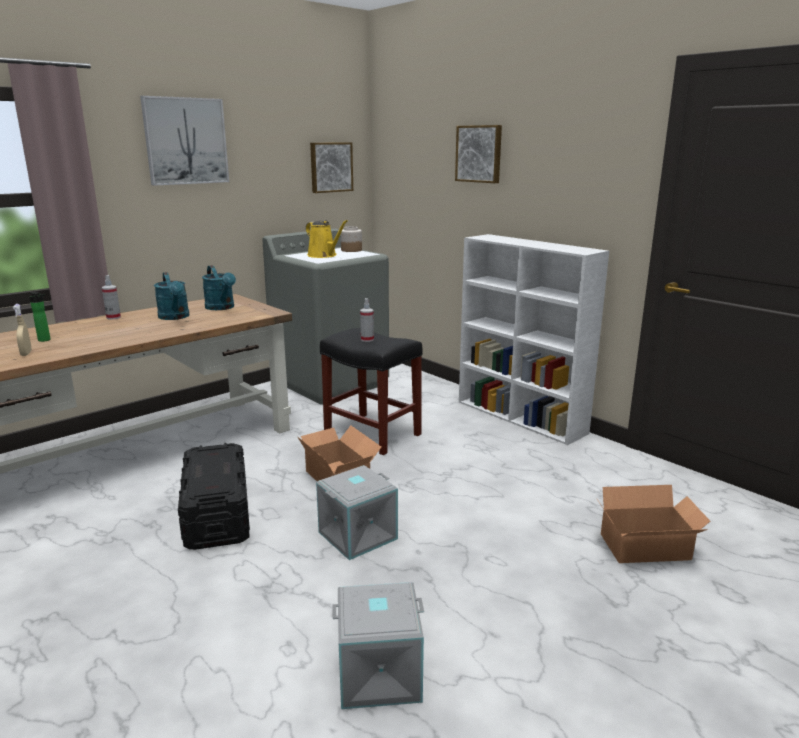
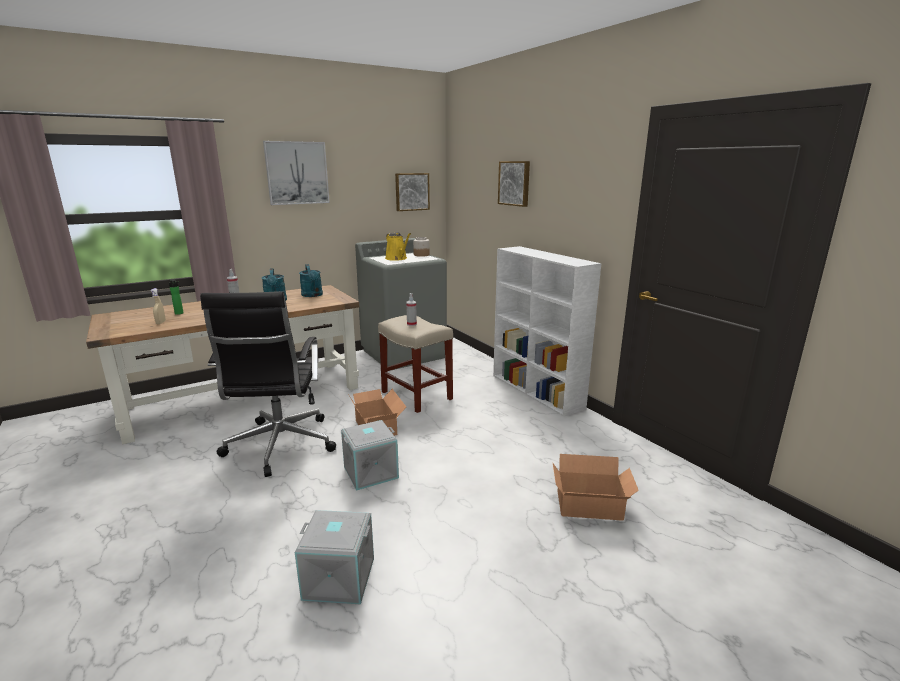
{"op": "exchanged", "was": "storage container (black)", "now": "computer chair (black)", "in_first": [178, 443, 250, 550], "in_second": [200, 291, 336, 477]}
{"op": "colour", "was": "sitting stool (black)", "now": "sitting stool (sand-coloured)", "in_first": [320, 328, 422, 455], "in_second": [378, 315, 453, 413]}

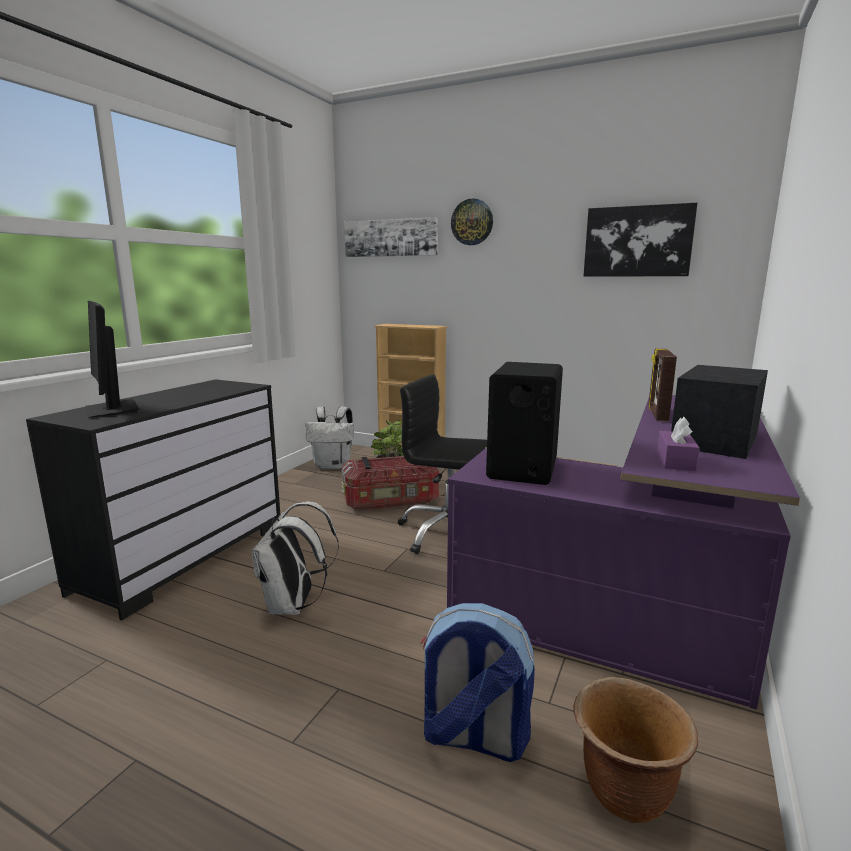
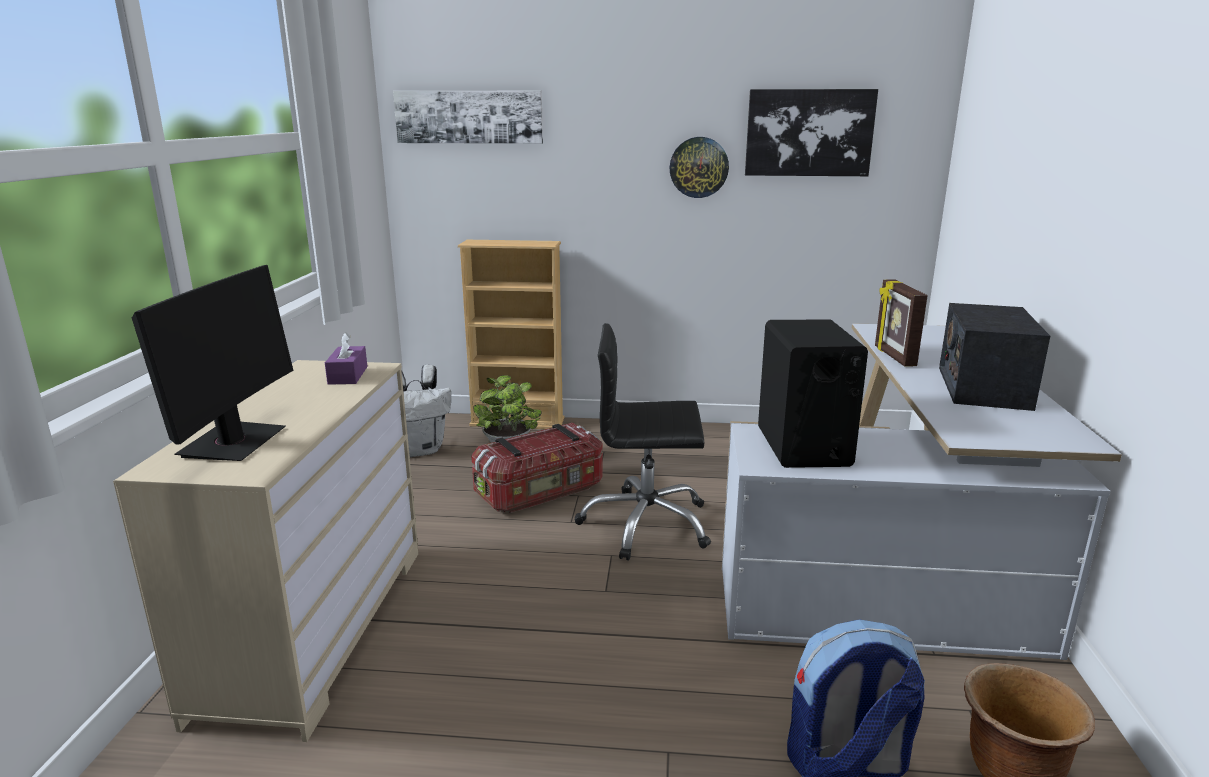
{"op": "colour", "was": "chest of drawers (black)", "now": "chest of drawers (sand-coloured)", "in_first": [26, 379, 280, 620], "in_second": [113, 360, 418, 742]}
{"op": "spun", "was": "monitor", "in_first": [85, 301, 140, 418], "in_second": [132, 265, 294, 461], "clockwise": -120}
{"op": "missing", "was": "backpack (white-coloured)", "in_first": [252, 501, 339, 615]}
{"op": "colour", "was": "desk (purple)", "now": "desk (white-coloured)", "in_first": [447, 395, 800, 710], "in_second": [722, 323, 1122, 660]}
{"op": "relocated", "was": "wall clock", "in_first": [451, 198, 493, 245], "in_second": [670, 137, 729, 198]}
{"op": "relocated", "was": "tissue holder (purple)", "in_first": [657, 417, 700, 471], "in_second": [325, 332, 368, 385]}

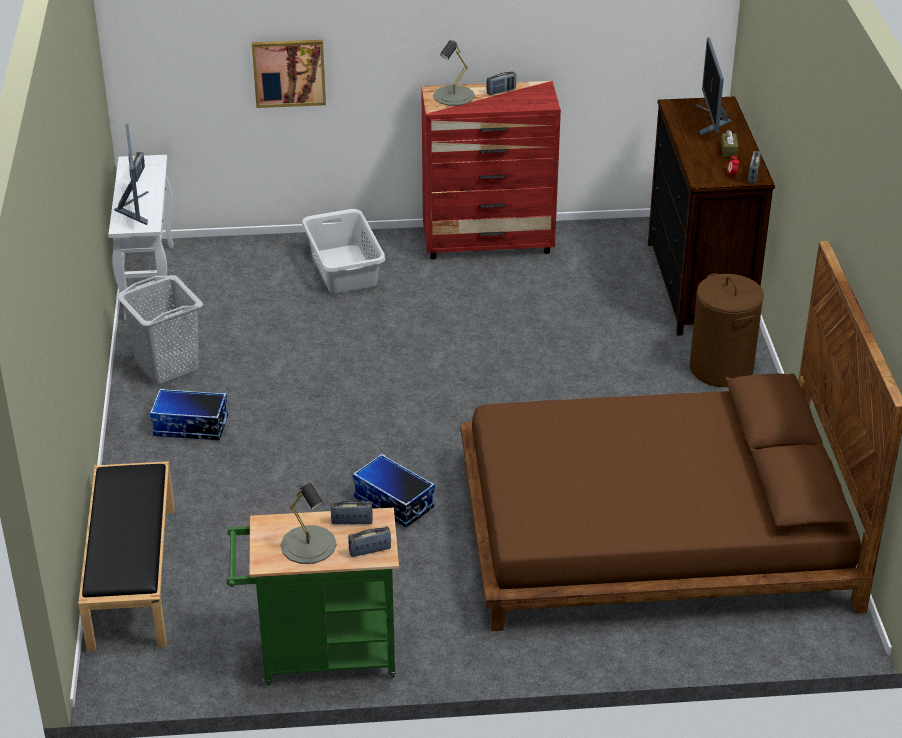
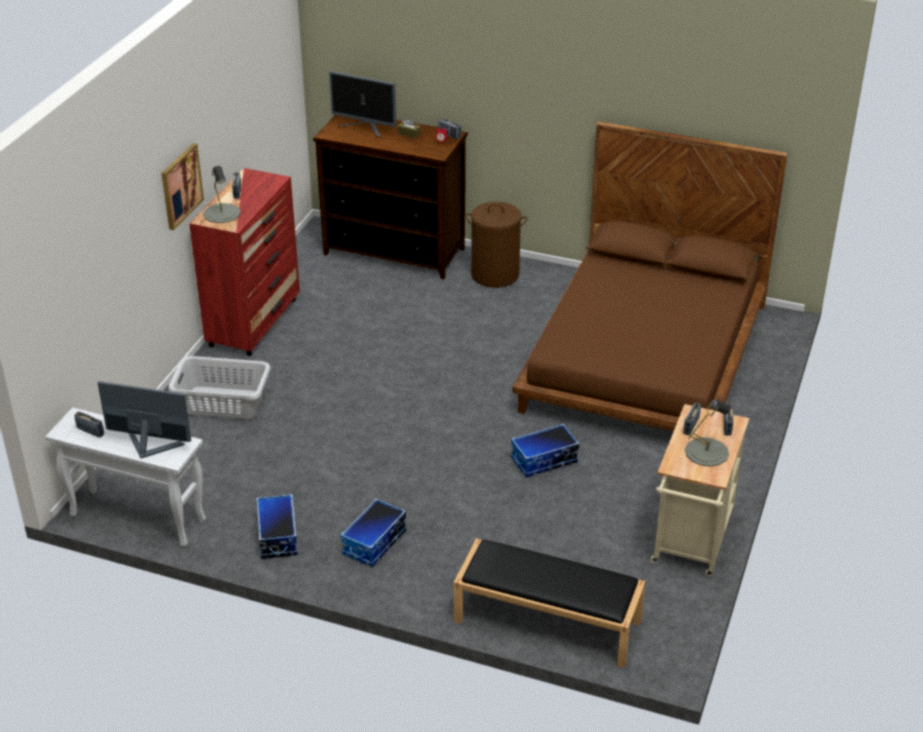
{"op": "exchanged", "was": "hamper (gray)", "now": "storage container", "in_first": [116, 275, 203, 384], "in_second": [256, 494, 298, 559]}
{"op": "colour", "was": "trolley (greenish)", "now": "trolley (sand-coloured)", "in_first": [227, 508, 399, 685], "in_second": [650, 404, 749, 576]}
{"op": "relocated", "was": "wall art", "in_first": [252, 40, 326, 108], "in_second": [162, 143, 204, 230]}

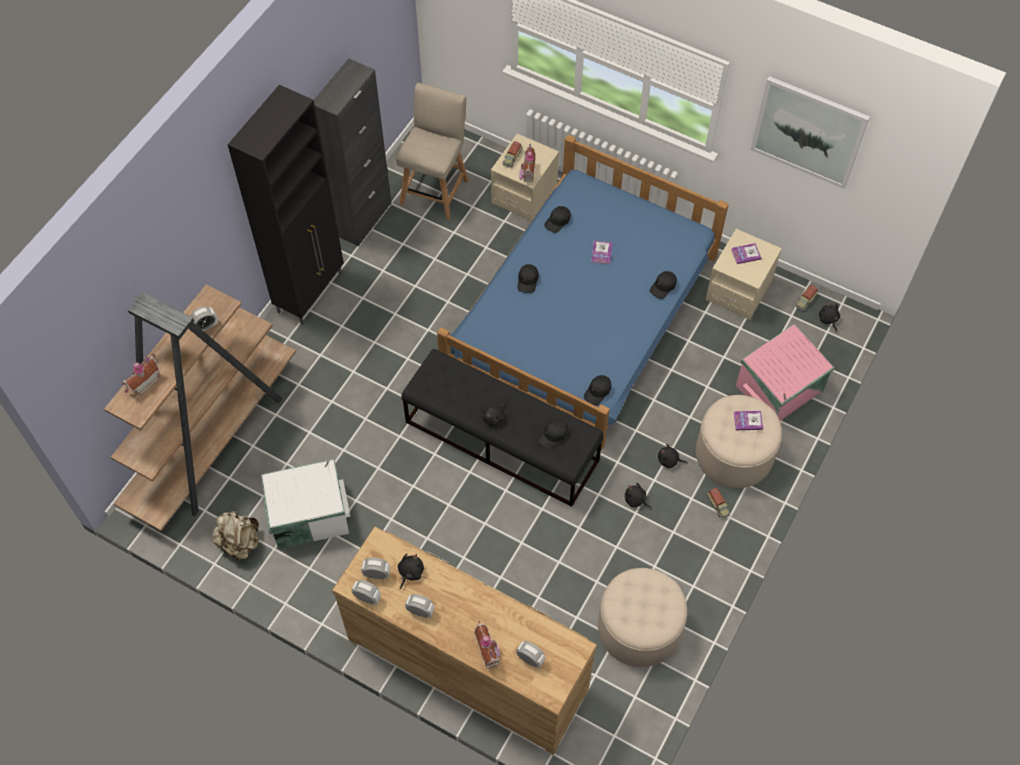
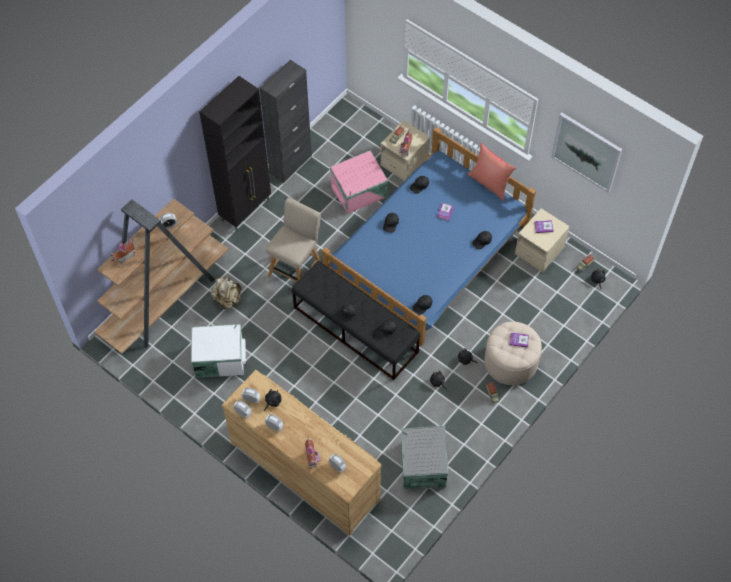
{"op": "relocated", "was": "backpack (sand-coloured)", "in_first": [212, 511, 259, 561], "in_second": [211, 276, 241, 310]}
{"op": "relocated", "was": "chair (sand-coloured)", "in_first": [396, 83, 469, 219], "in_second": [266, 198, 321, 282]}
{"op": "exchanged", "was": "ottoman (sand-coloured)", "now": "storage container (gray)", "in_first": [598, 568, 687, 667], "in_second": [401, 426, 448, 489]}
{"op": "relocated", "was": "storage container (pink-coloured)", "in_first": [736, 324, 834, 421], "in_second": [330, 150, 388, 214]}
{"op": "appeared", "now": "pillow (red-coloured)", "in_second": [468, 143, 516, 201]}

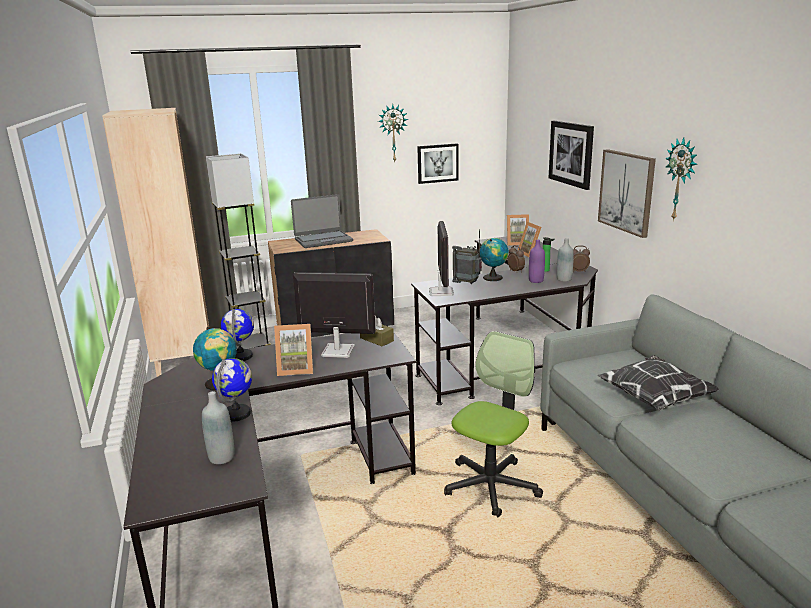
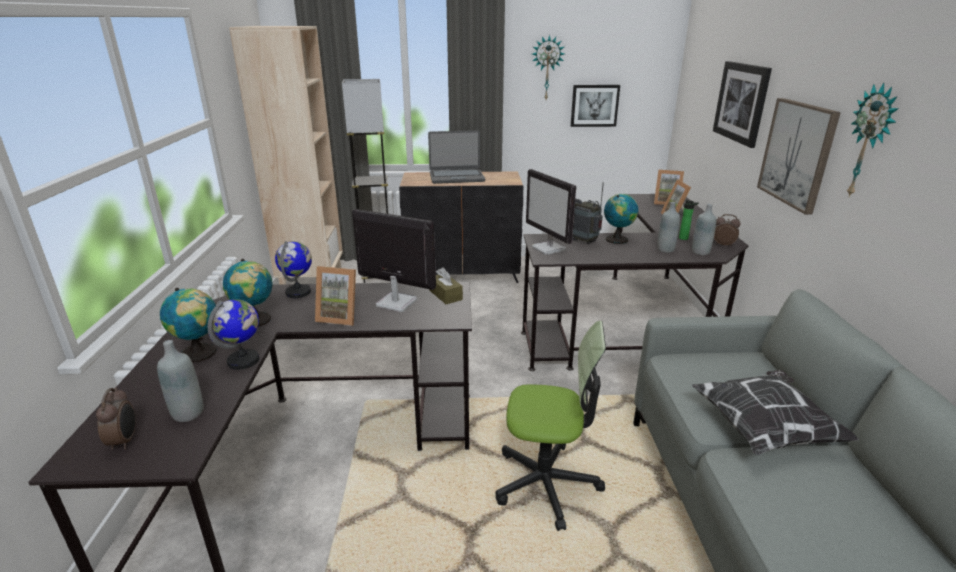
{"op": "spun", "was": "monitor", "in_first": [429, 221, 454, 296], "in_second": [526, 169, 576, 255], "clockwise": 135}
{"op": "spun", "was": "computer chair", "in_first": [444, 331, 543, 517], "in_second": [496, 321, 606, 531], "clockwise": 45}
{"op": "relocated", "was": "table clock", "in_first": [508, 245, 525, 273], "in_second": [96, 387, 136, 450]}
{"op": "colour", "was": "beverage bottle (purple)", "now": "beverage bottle (gray)", "in_first": [529, 240, 545, 283], "in_second": [657, 202, 680, 253]}
{"op": "appeared", "now": "globe", "in_second": [160, 288, 217, 363]}

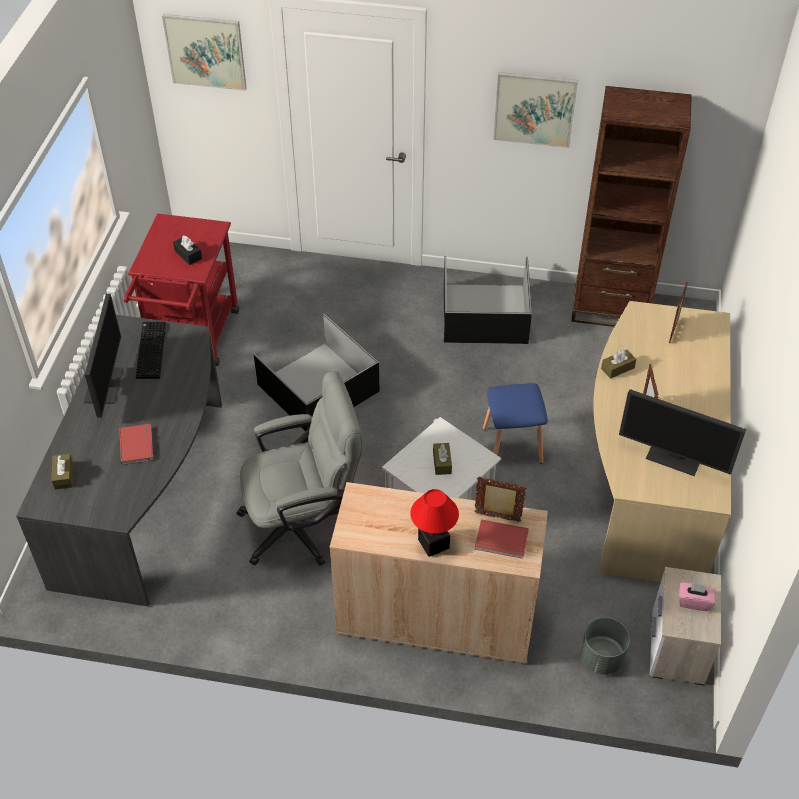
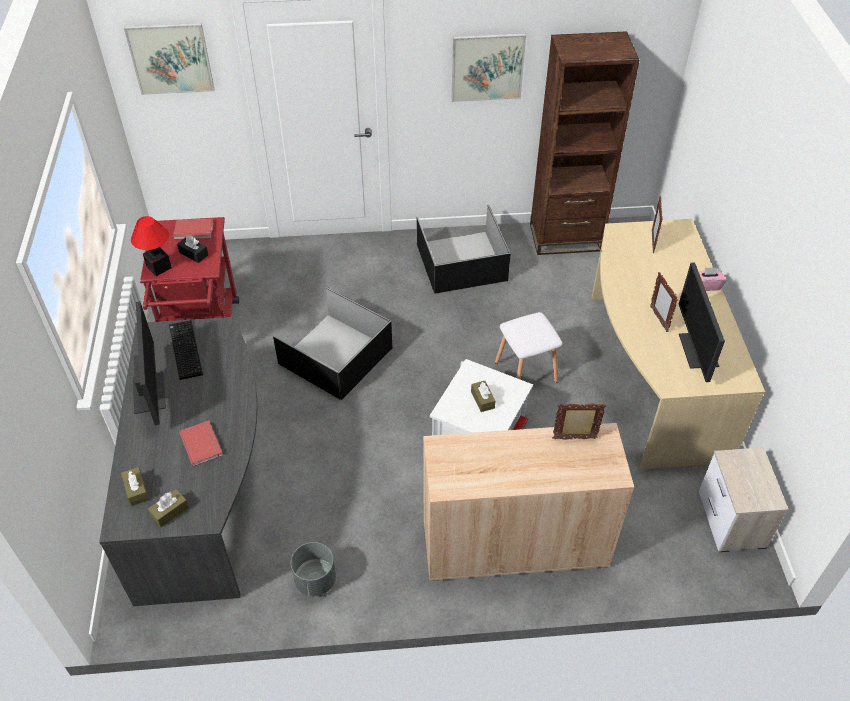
{"op": "missing", "was": "computer chair (gray)", "in_first": [236, 371, 362, 566]}
{"op": "relocated", "was": "lamp for a table", "in_first": [410, 489, 459, 557], "in_second": [131, 216, 172, 276]}
{"op": "relocated", "was": "volume (red-coloured)", "in_first": [475, 519, 529, 559], "in_second": [173, 219, 214, 239]}
{"op": "colour", "was": "sitting stool (blue-coloured)", "now": "sitting stool (white-coloured)", "in_first": [483, 383, 548, 463], "in_second": [495, 312, 563, 383]}
{"op": "relocated", "was": "flower pot (gray)", "in_first": [581, 618, 630, 675], "in_second": [291, 542, 336, 596]}
{"op": "relocated", "was": "tissue holder (brown)", "in_first": [601, 349, 636, 379], "in_second": [148, 489, 189, 527]}
{"op": "spun", "was": "monitor", "in_first": [619, 389, 746, 476], "in_second": [679, 263, 725, 382], "clockwise": 75}
{"op": "relocated", "was": "tissue holder (pink-coloured)", "in_first": [679, 582, 715, 611], "in_second": [698, 267, 726, 291]}

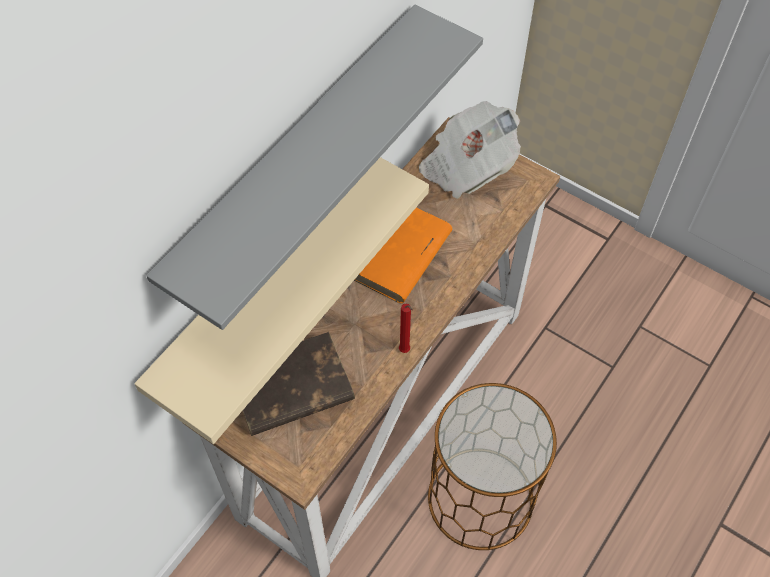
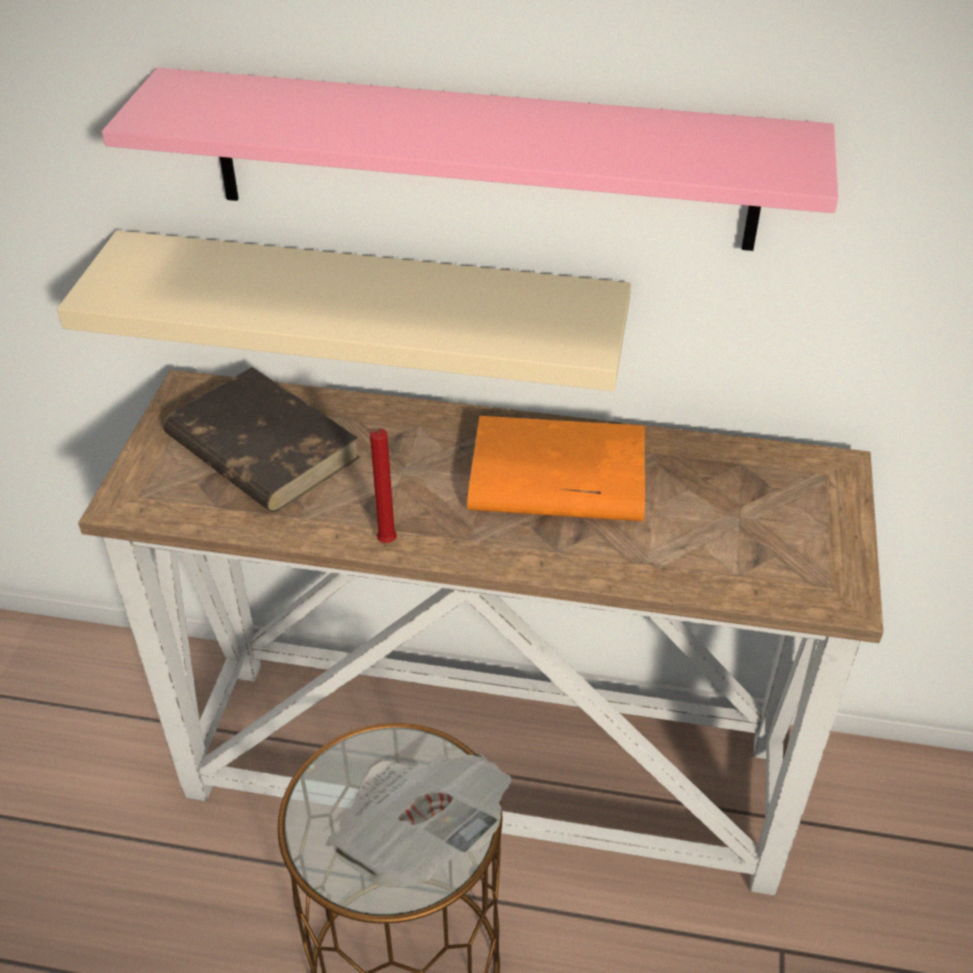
{"op": "colour", "was": "wall shelf (gray)", "now": "wall shelf (pink-coloured)", "in_first": [147, 5, 483, 330], "in_second": [102, 68, 838, 251]}
{"op": "relocated", "was": "newspaper", "in_first": [419, 101, 521, 199], "in_second": [325, 753, 512, 888]}

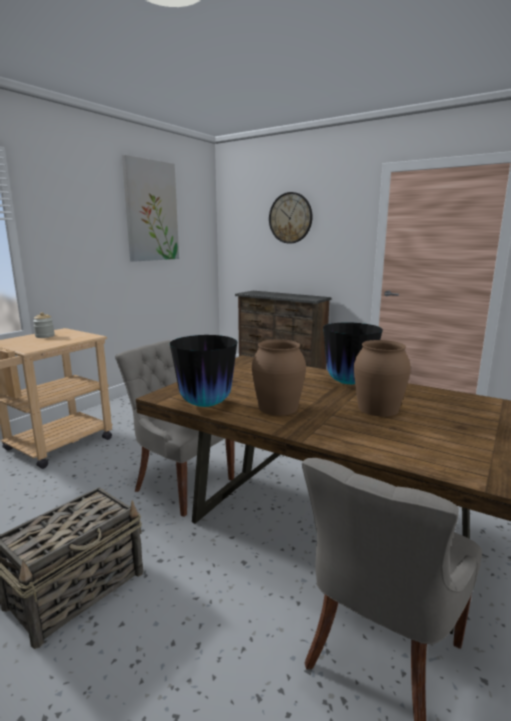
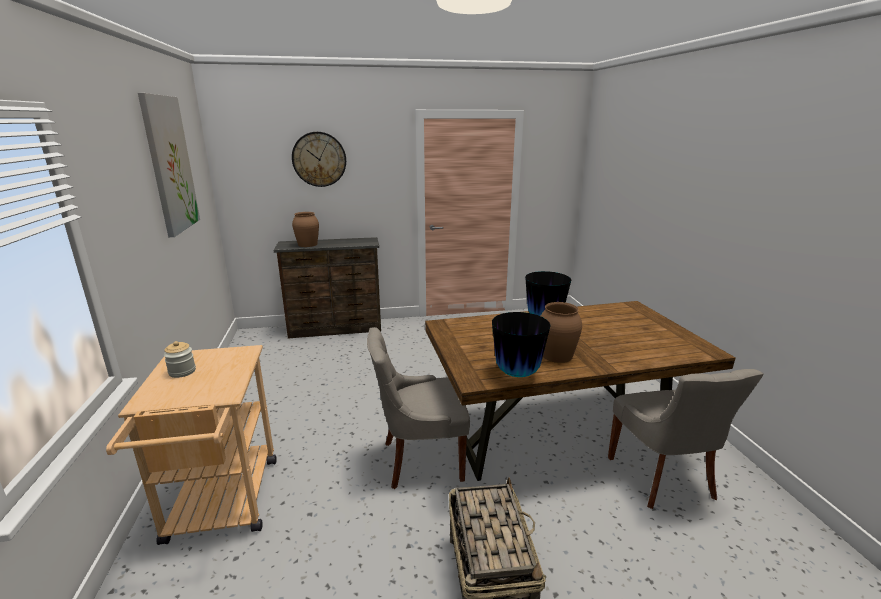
{"op": "relocated", "was": "flower vase (brown)", "in_first": [354, 340, 411, 417], "in_second": [292, 212, 319, 247]}

